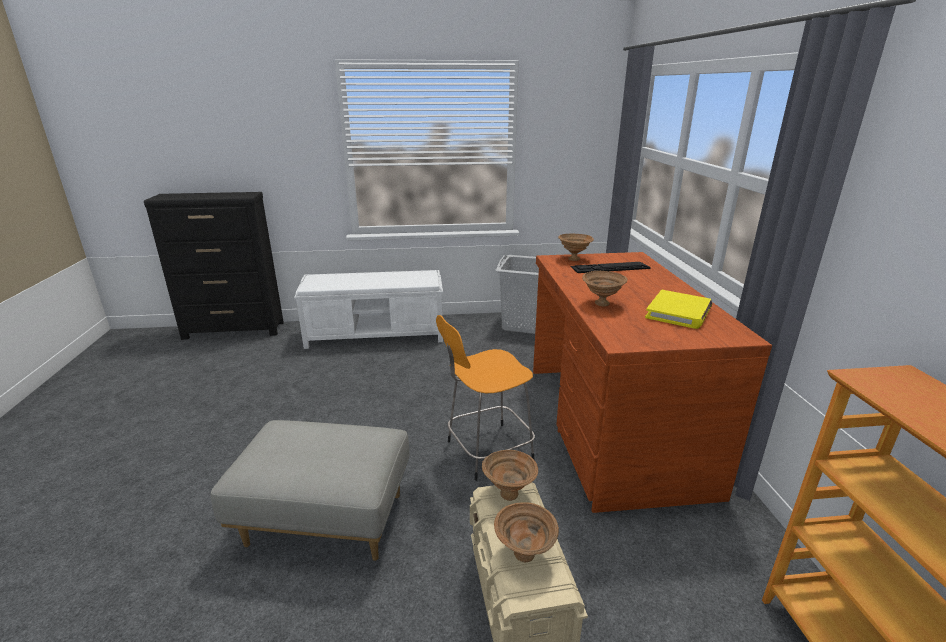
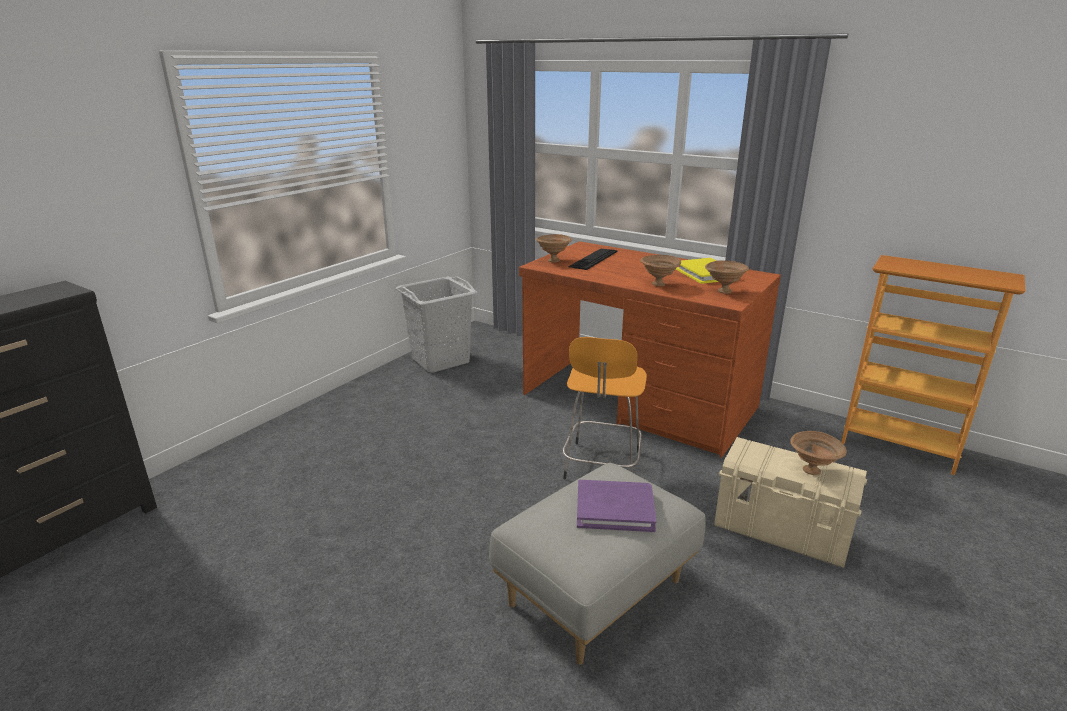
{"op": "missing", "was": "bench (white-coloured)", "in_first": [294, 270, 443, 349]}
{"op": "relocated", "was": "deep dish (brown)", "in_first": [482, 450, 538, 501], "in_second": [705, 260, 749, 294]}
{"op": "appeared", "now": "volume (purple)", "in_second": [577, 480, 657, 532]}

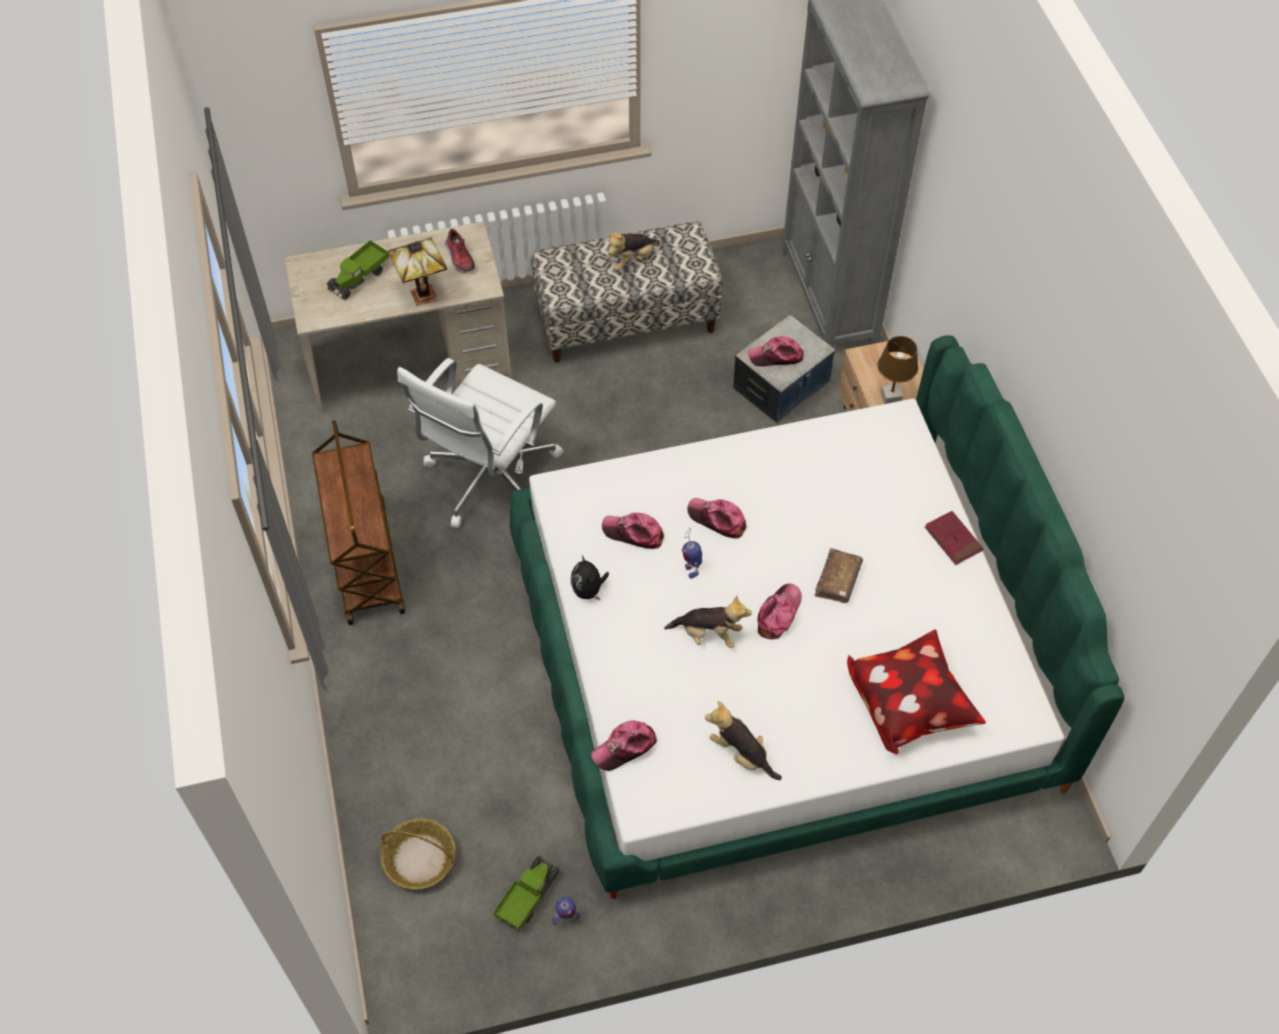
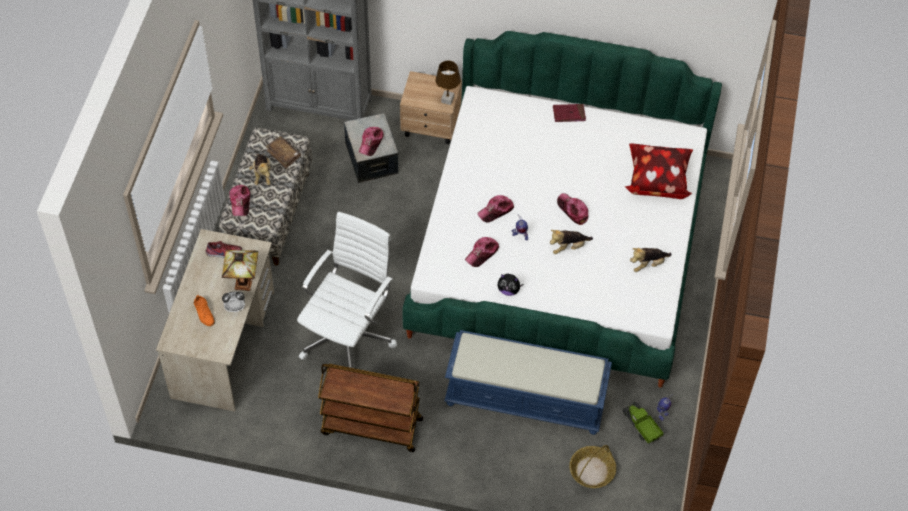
{"op": "exchanged", "was": "toy truck", "now": "item of footwear (orangey)", "in_first": [327, 240, 389, 300], "in_second": [194, 295, 215, 326]}
{"op": "spun", "was": "computer chair (white-coloured)", "in_first": [397, 358, 563, 528], "in_second": [297, 212, 397, 368], "clockwise": -120}
{"op": "relocated", "was": "peaked cap", "in_first": [591, 720, 657, 771], "in_second": [230, 185, 250, 216]}
{"op": "spun", "was": "cuddly toy", "in_first": [664, 595, 752, 648], "in_second": [550, 230, 593, 254], "clockwise": -150}
{"op": "relocated", "was": "volume (brown)", "in_first": [815, 548, 863, 603], "in_second": [266, 136, 301, 169]}
{"op": "appeared", "now": "table clock", "in_second": [222, 291, 245, 312]}
{"op": "appeared", "now": "bench (blue-coloured)", "in_second": [444, 330, 612, 435]}

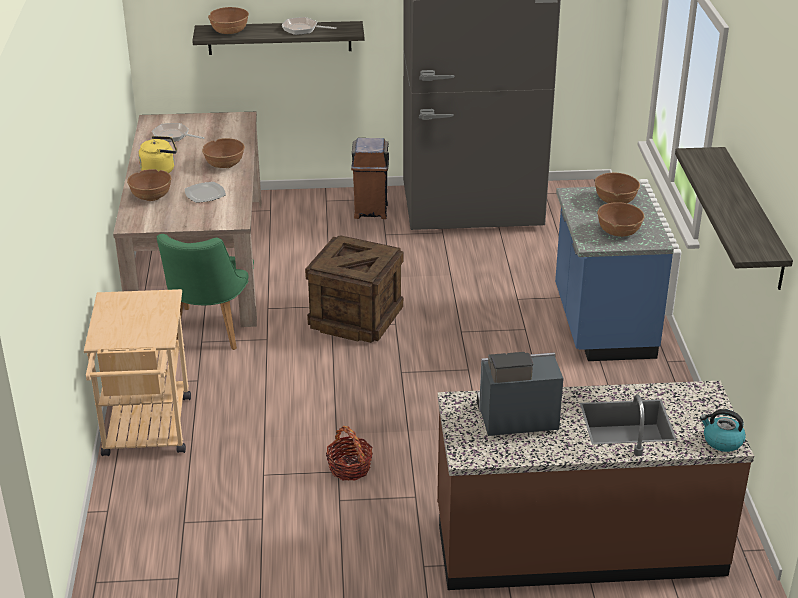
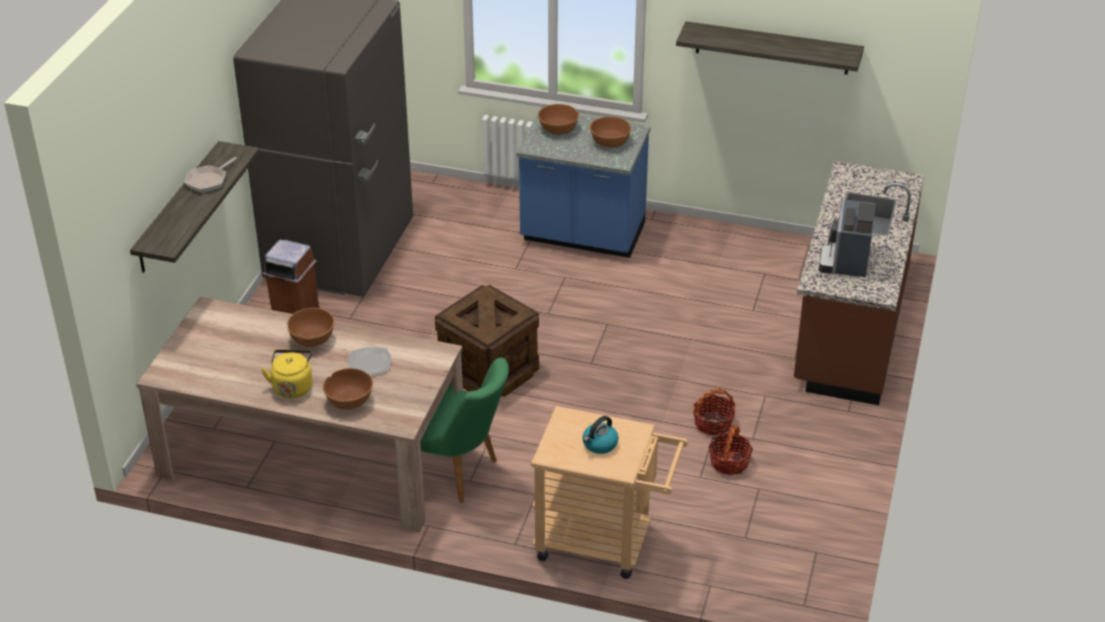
{"op": "missing", "was": "pan", "in_first": [152, 123, 205, 142]}
{"op": "missing", "was": "deep dish (brown)", "in_first": [208, 7, 249, 34]}
{"op": "relocated", "was": "tea kettle", "in_first": [700, 409, 746, 452], "in_second": [582, 416, 618, 454]}
{"op": "appeared", "now": "basket", "in_second": [709, 424, 753, 475]}

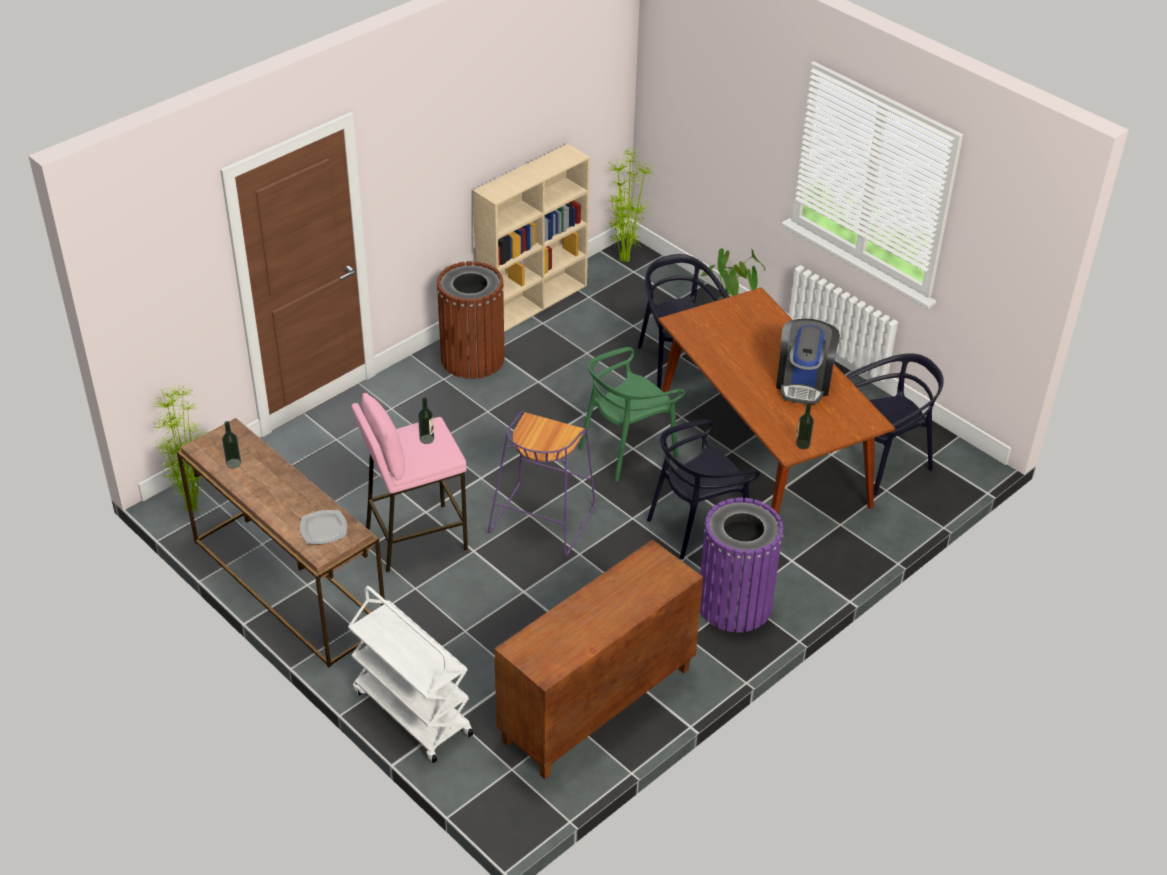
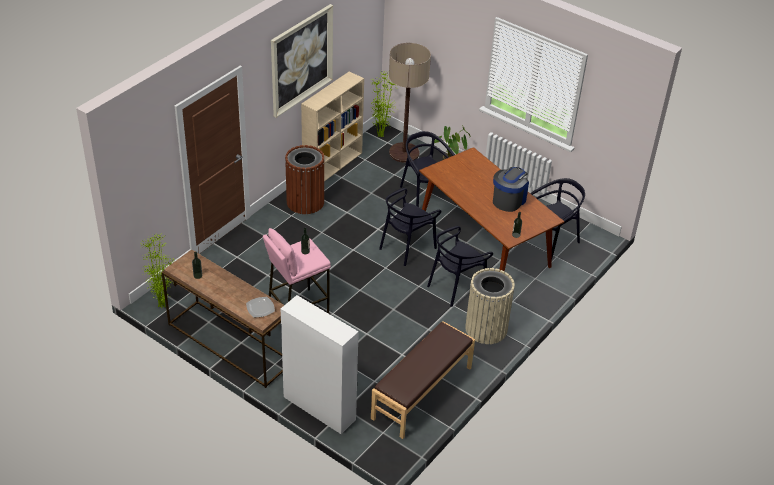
{"op": "exchanged", "was": "trolley (white-coloured)", "now": "cupboard (white-coloured)", "in_first": [348, 586, 473, 763], "in_second": [281, 295, 359, 434]}
{"op": "missing", "was": "sitting stool (purple)", "in_first": [488, 411, 595, 556]}
{"op": "exchanged", "was": "cupboard (brown)", "now": "bench (brown)", "in_first": [494, 539, 703, 779], "in_second": [371, 321, 475, 439]}
{"op": "colour", "was": "chair (greenish)", "now": "chair (black)", "in_first": [579, 347, 685, 482], "in_second": [379, 188, 441, 266]}
{"op": "colour", "was": "rubbish bin (purple)", "now": "rubbish bin (sand-coloured)", "in_first": [700, 498, 783, 632], "in_second": [465, 268, 515, 344]}
{"op": "spun", "was": "coffee maker", "in_first": [776, 319, 840, 404], "in_second": [493, 167, 529, 212], "clockwise": -150}
{"op": "appeared", "now": "wall art", "in_second": [271, 4, 333, 118]}
{"op": "appeared", "now": "floor lamp", "in_second": [389, 43, 431, 163]}

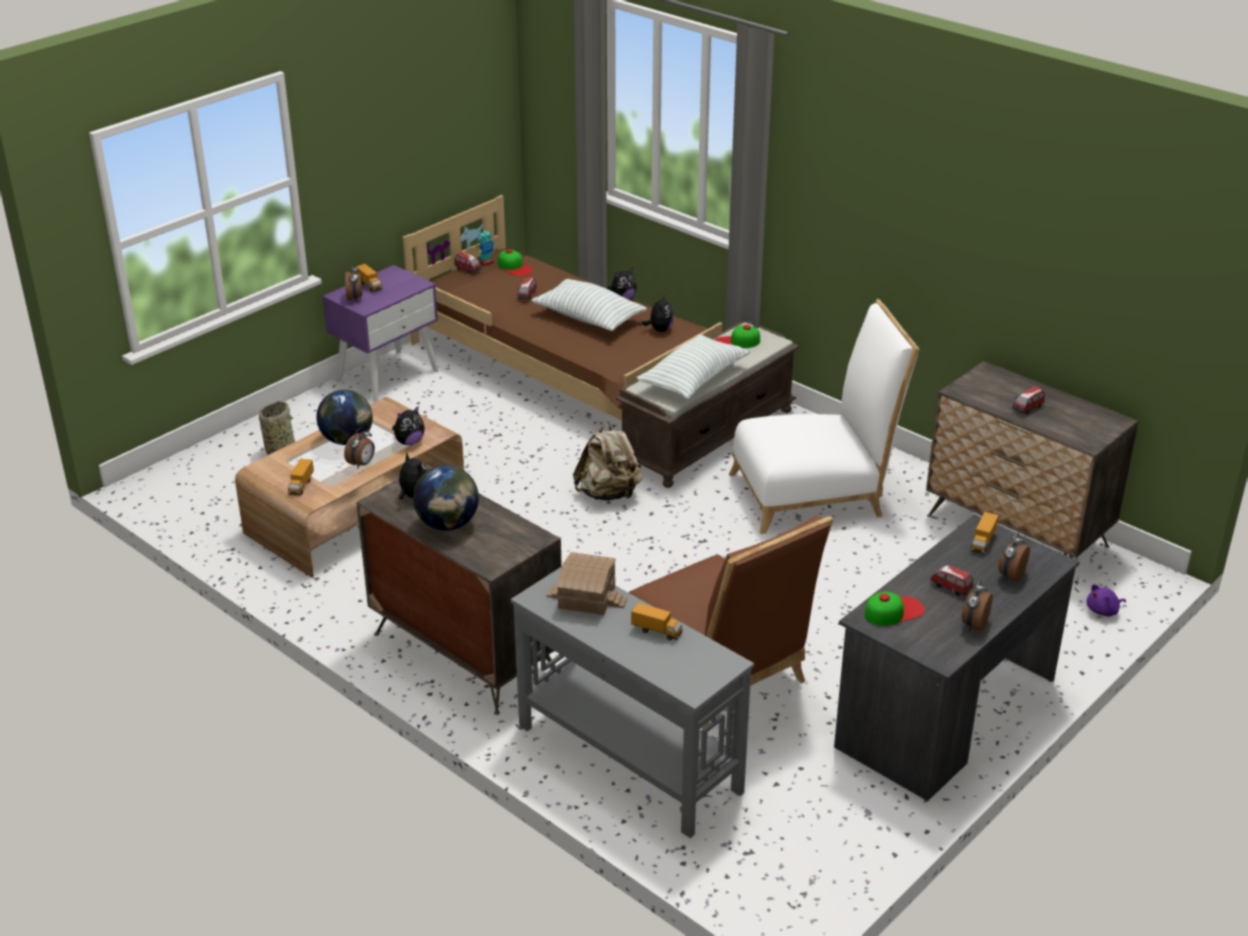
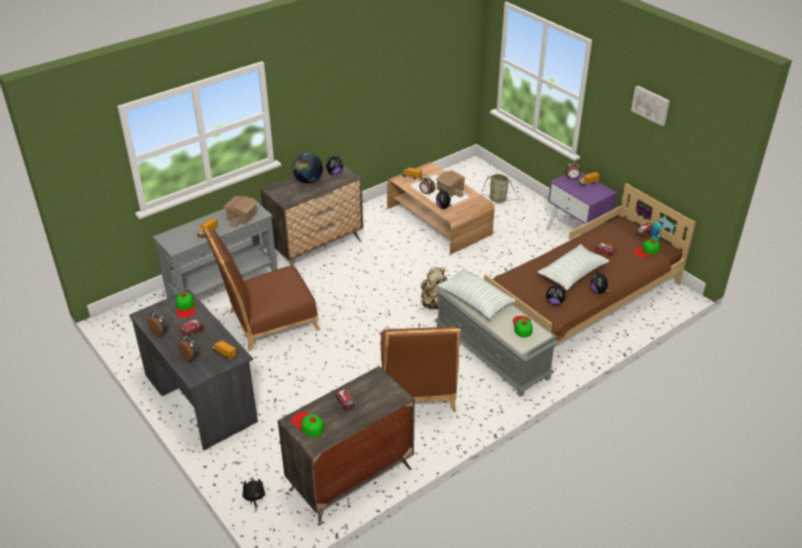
{"op": "exchanged", "was": "globe", "now": "toy house", "in_first": [316, 390, 373, 445], "in_second": [436, 170, 466, 197]}
{"op": "colour", "was": "bench (brown)", "now": "bench (gray)", "in_first": [616, 321, 800, 488], "in_second": [434, 272, 559, 397]}
{"op": "colour", "was": "chair (white-coloured)", "now": "chair (brown)", "in_first": [729, 299, 919, 534], "in_second": [381, 326, 461, 412]}
{"op": "colour", "was": "cuddly toy (purple)", "now": "cuddly toy (black)", "in_first": [1087, 584, 1126, 616], "in_second": [242, 477, 265, 510]}
{"op": "appeared", "now": "peaked cap", "in_second": [291, 412, 324, 437]}
{"op": "appeared", "now": "wall art", "in_second": [631, 86, 670, 126]}

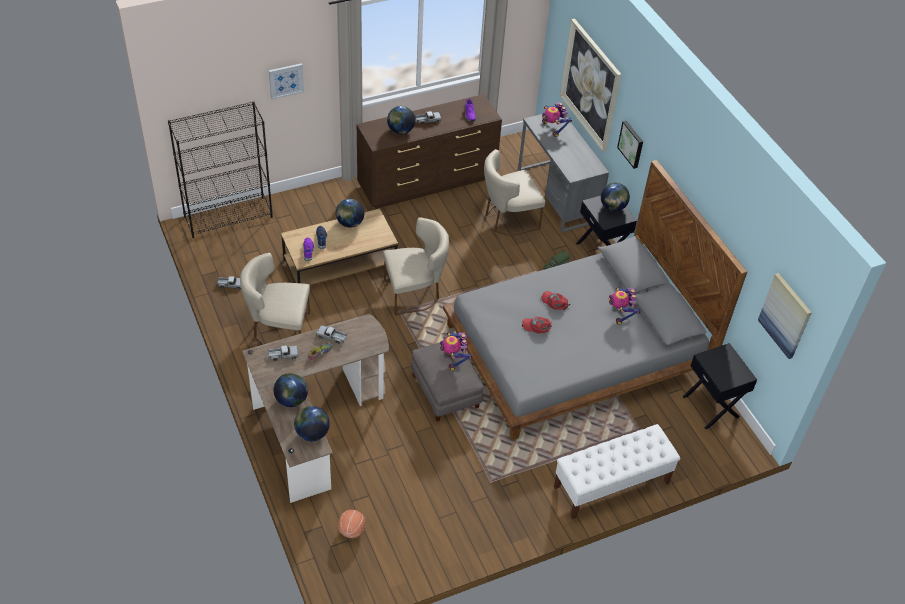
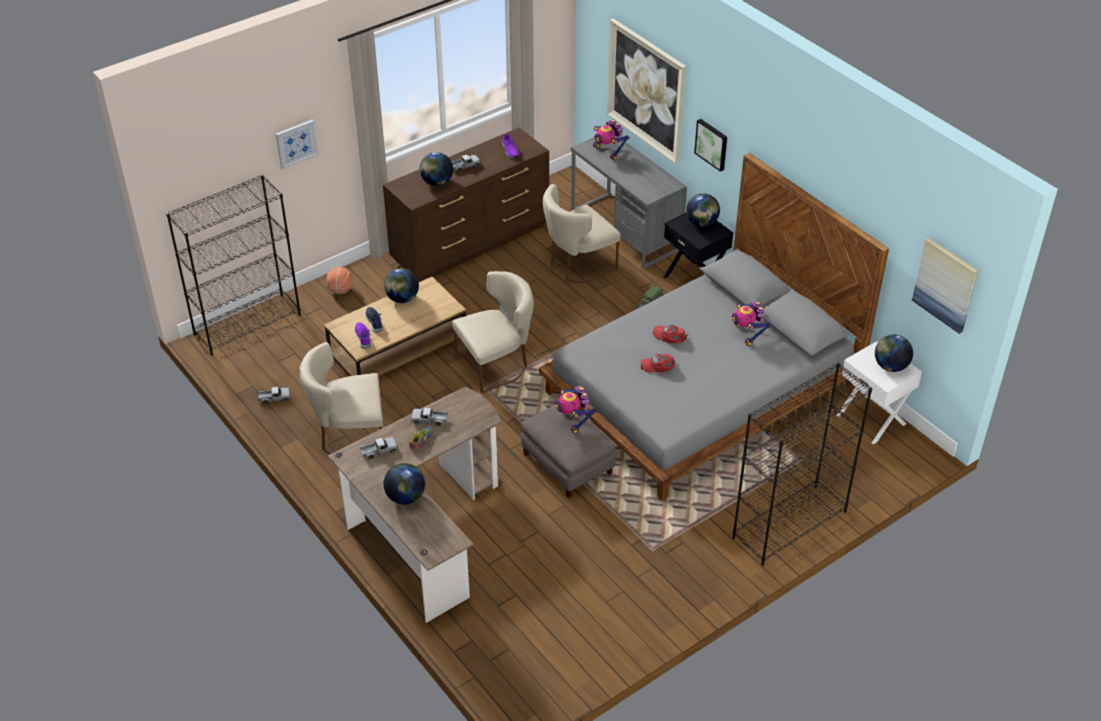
{"op": "relocated", "was": "globe", "in_first": [294, 406, 330, 441], "in_second": [875, 334, 913, 372]}
{"op": "relocated", "was": "basketball", "in_first": [338, 510, 366, 538], "in_second": [326, 267, 353, 294]}
{"op": "exchanged", "was": "bench (white-coloured)", "now": "bookcase (black)", "in_first": [554, 424, 681, 520], "in_second": [732, 362, 872, 565]}
{"op": "colour", "was": "night table (black)", "now": "night table (white-coloured)", "in_first": [683, 343, 757, 429], "in_second": [837, 340, 922, 445]}

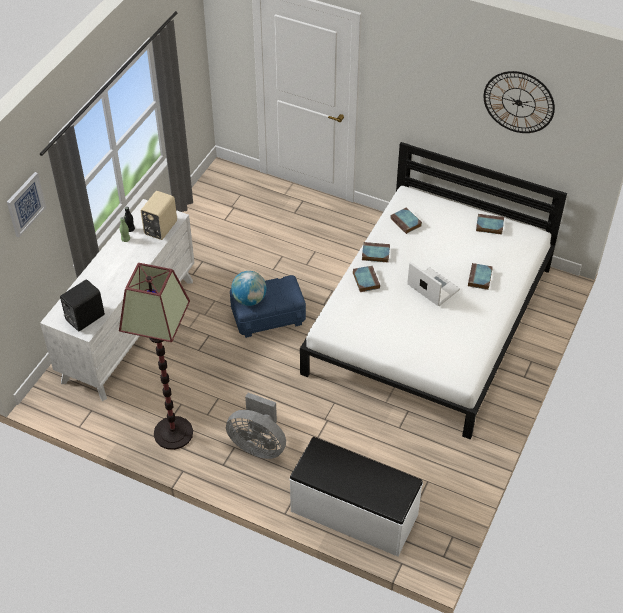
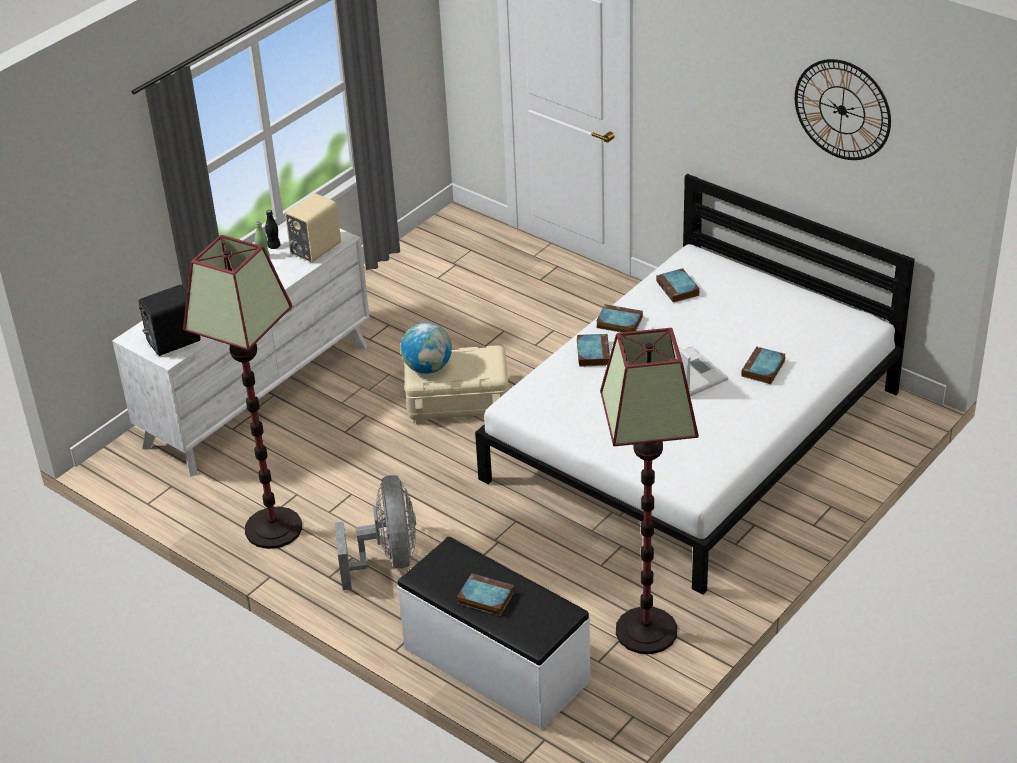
{"op": "missing", "was": "wall art", "in_first": [7, 172, 46, 237]}
{"op": "spun", "was": "fan (gray)", "in_first": [226, 393, 286, 459], "in_second": [334, 475, 416, 590], "clockwise": -135}
{"op": "colour", "was": "storage container (blue-coloured)", "now": "storage container (sand-coloured)", "in_first": [230, 275, 306, 338], "in_second": [405, 345, 509, 425]}
{"op": "relocated", "was": "volume", "in_first": [476, 214, 504, 235], "in_second": [457, 573, 515, 616]}
{"op": "appeared", "now": "floor lamp", "in_second": [600, 328, 699, 654]}

